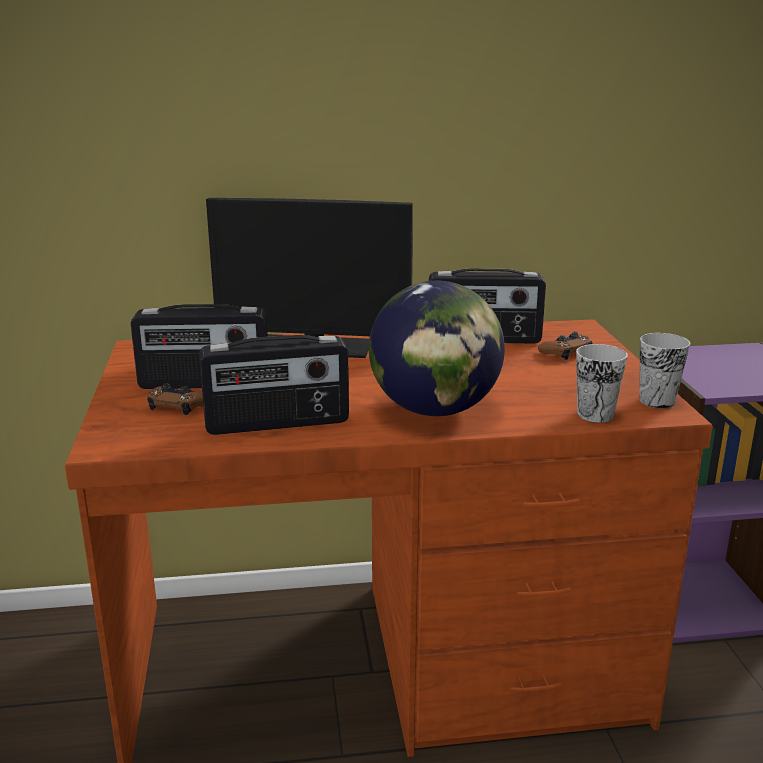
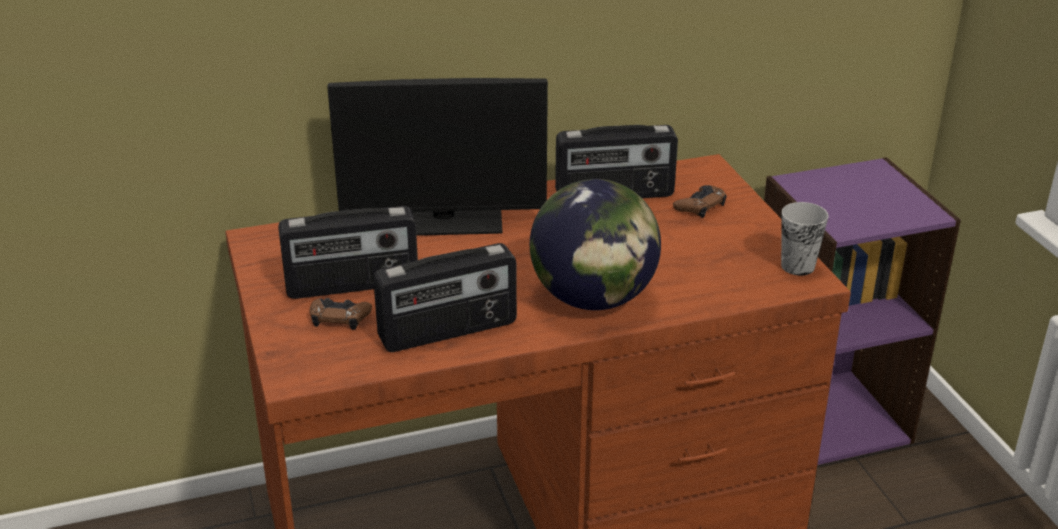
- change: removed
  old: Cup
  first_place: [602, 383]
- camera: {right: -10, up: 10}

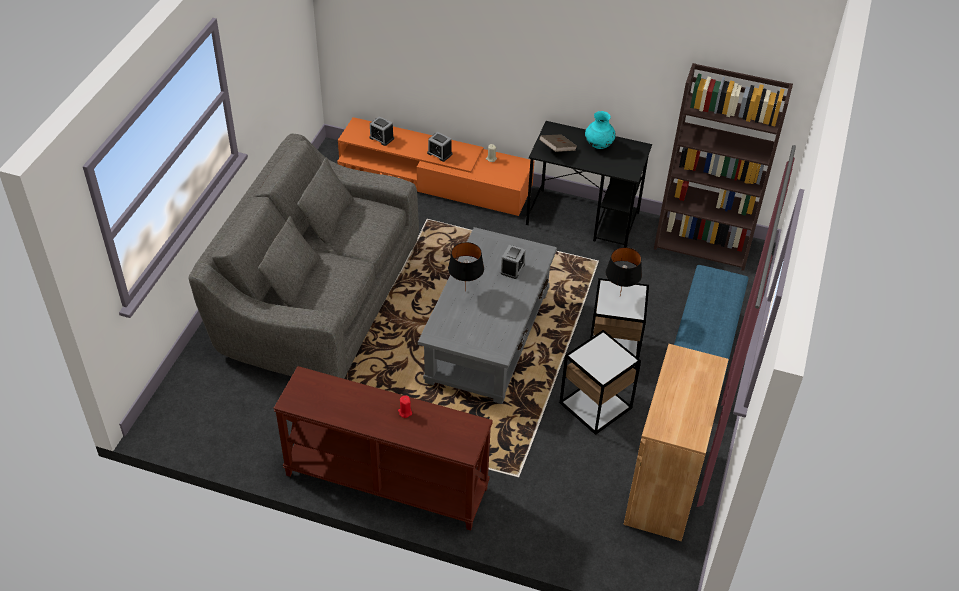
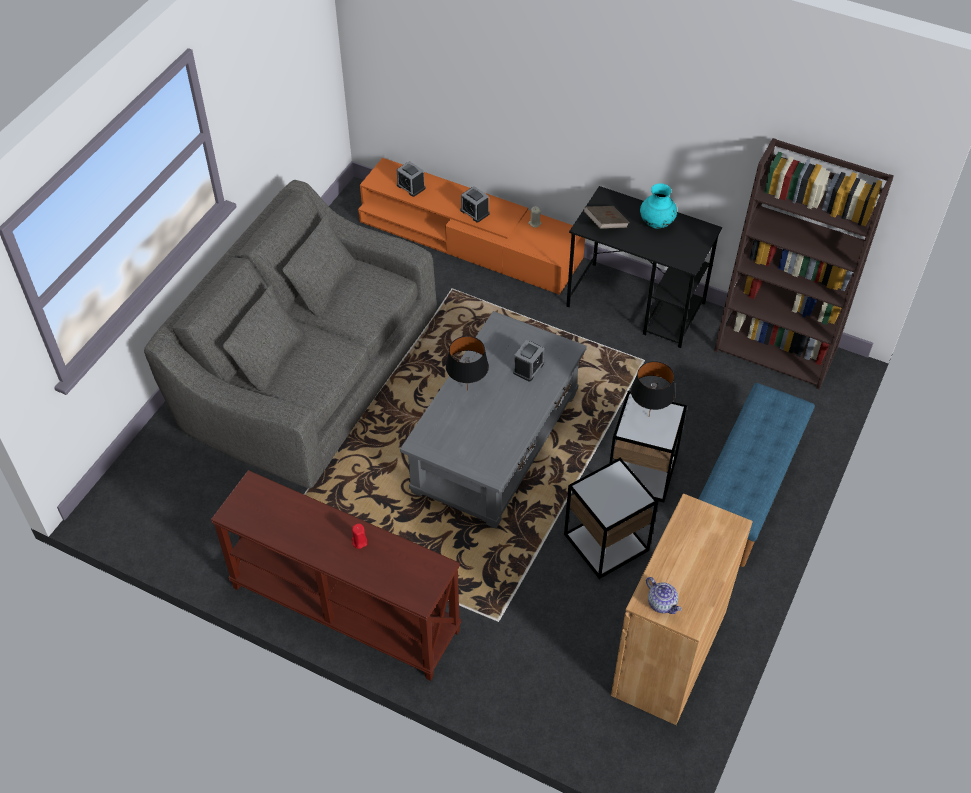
- change: added
  new: Teapot
  second_place: [664, 595]
- camera: {right: 10, up: 5}

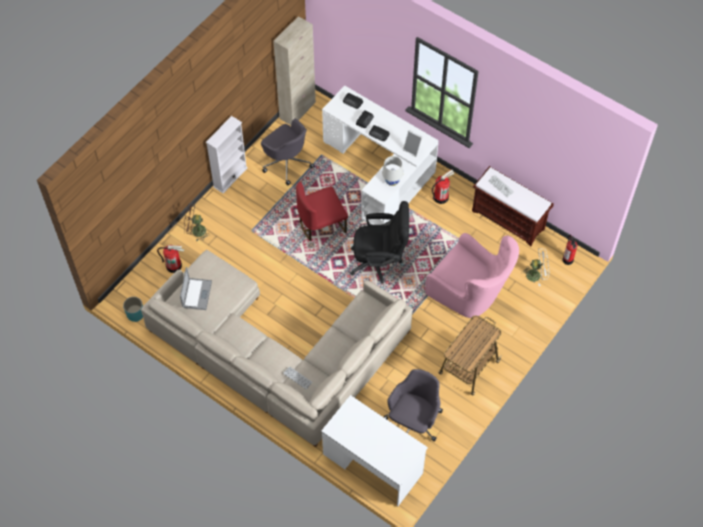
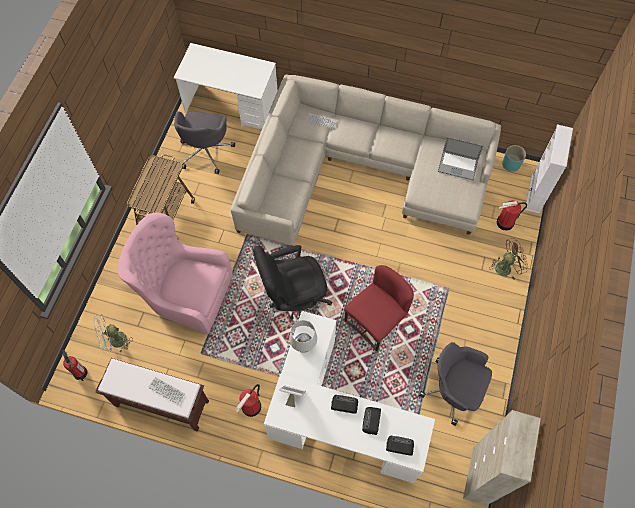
- change: turned
  old: Laptop
  first_place: [196, 288]
  second_place: [460, 158]
  degrees: -60
- change: moved
  old: WhiteBookcase
  first_place: [227, 154]
  second_place: [549, 168]
- camera: {right: 160, up: 5}

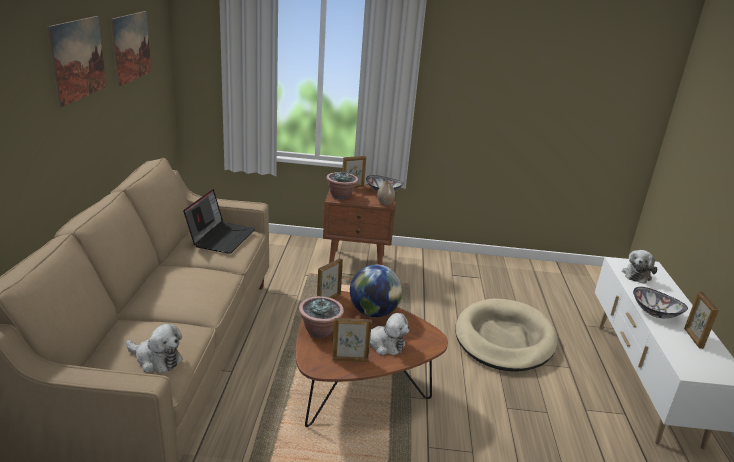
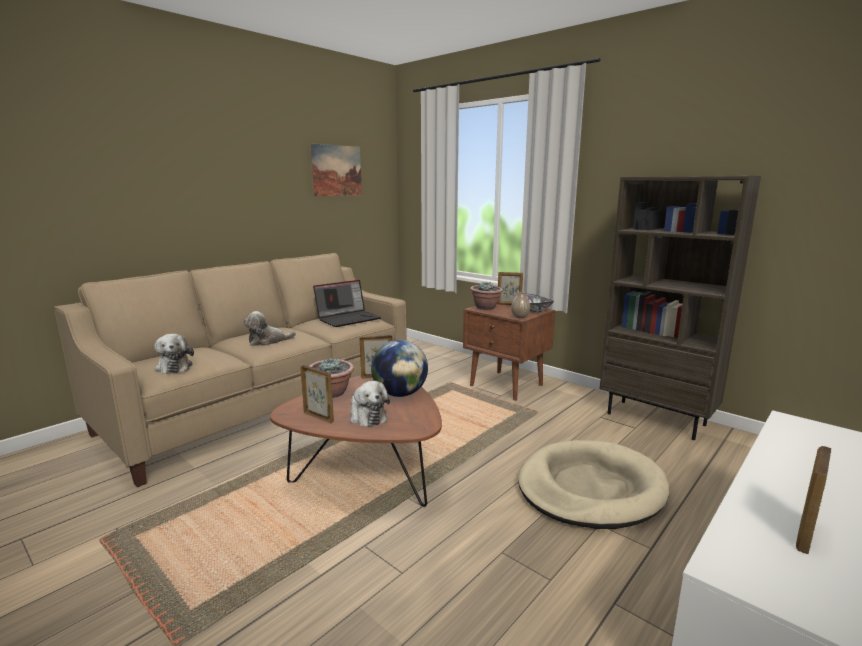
- change: moved
  old: PlushToy
  first_place: [639, 267]
  second_place: [270, 328]
- change: added
  new: BrownBookcase
  second_place: [680, 308]
- change: removed
  old: Picture
  first_place: [76, 61]
- change: removed
  old: Bowl
  first_place: [660, 303]
- camera: {right: 40, up: -10}

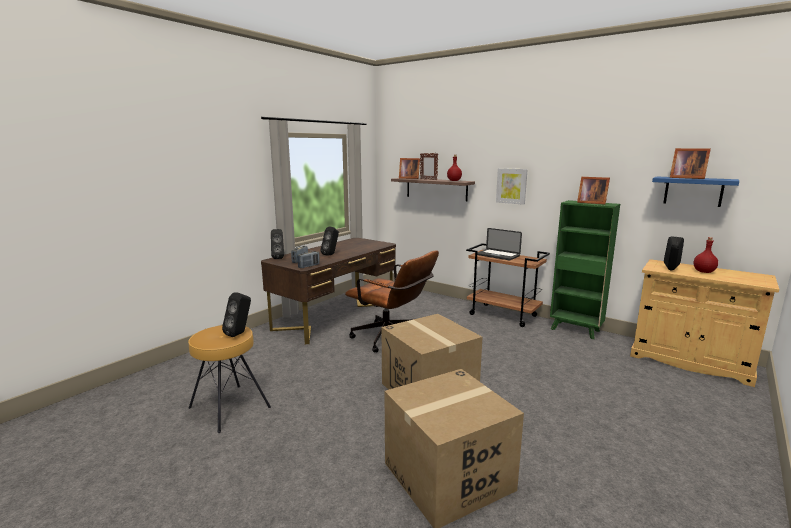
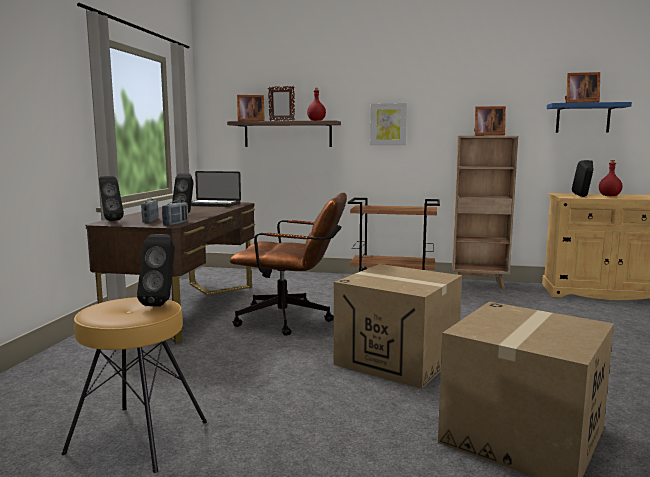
- change: moved
  old: Laptop
  first_place: [499, 244]
  second_place: [216, 189]
- change: recoloured
  old: GreenBookcase
  new: BrownBookcase
  first_place: [585, 269]
  second_place: [485, 212]
- camera: {right: -25, up: -5}

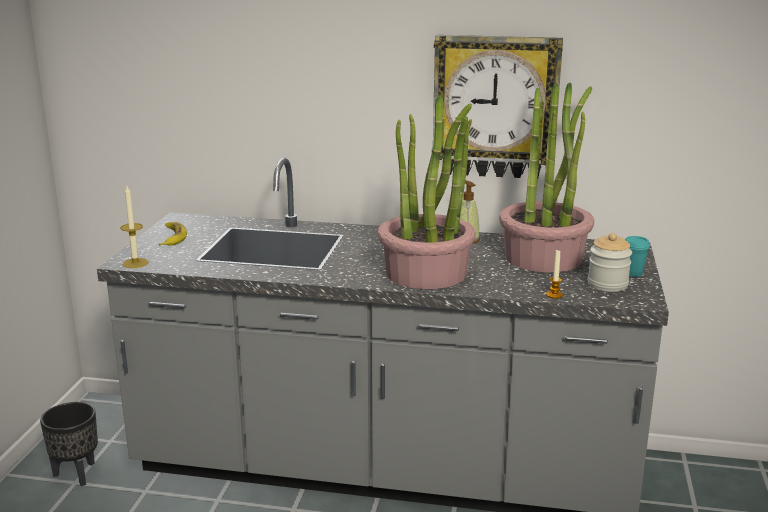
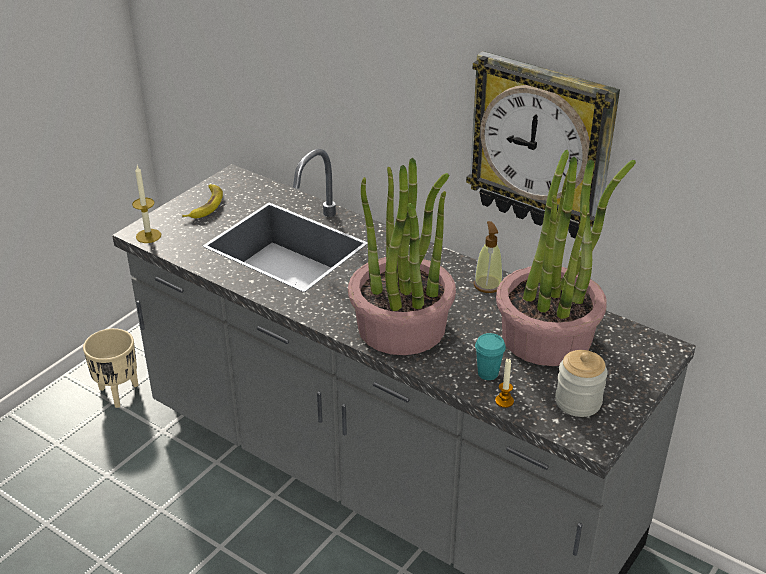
- change: recoloured
  old: BlackPlanter
  new: BeigePlanter
  first_place: [69, 444]
  second_place: [110, 368]
- change: moved
  old: TurquoiseCup
  first_place: [637, 256]
  second_place: [490, 356]
- camera: {right: 25, up: 15}

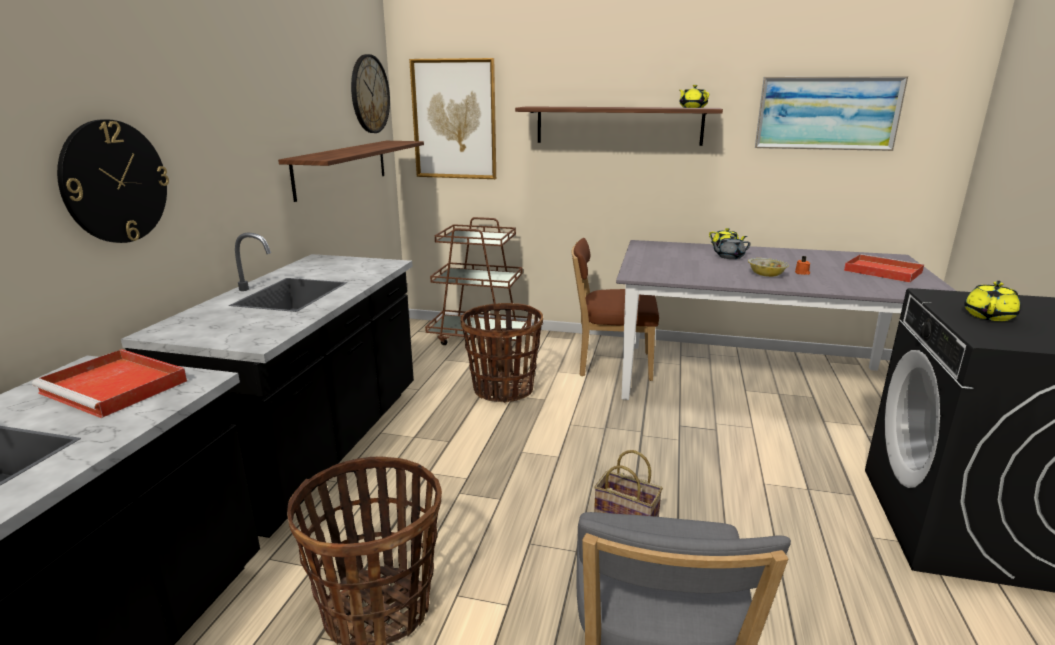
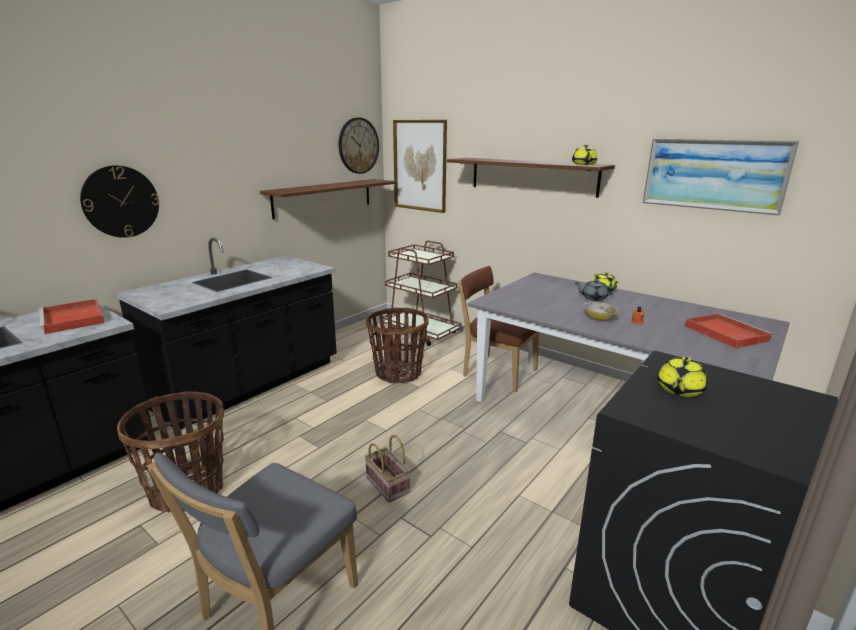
- change: turned
  old: YellowTeapot
  first_place: [992, 301]
  second_place: [682, 377]
  degrees: 150
- camera: {right: 25, up: 0}

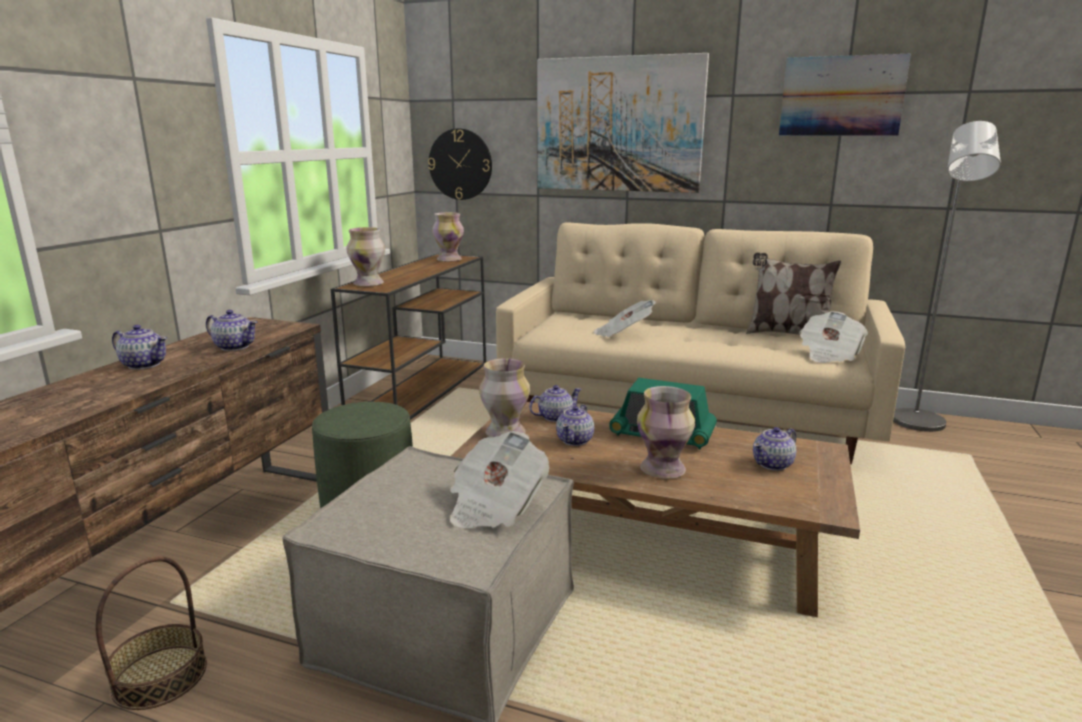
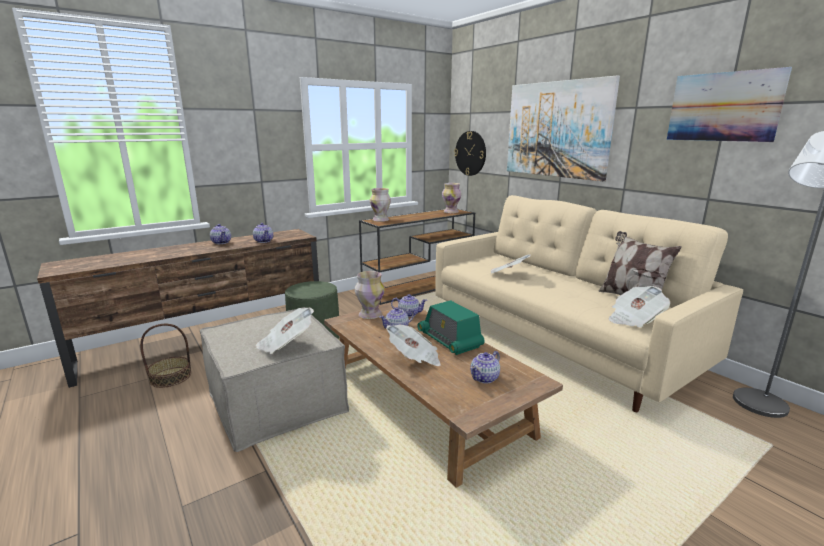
- change: replaced
  old: Vase
  new: Newspaper
  first_place: [666, 432]
  second_place: [413, 345]
- change: turned
  old: Teapot
  first_place: [775, 449]
  second_place: [485, 367]
  degrees: -45
- camera: {right: 35, up: 0}

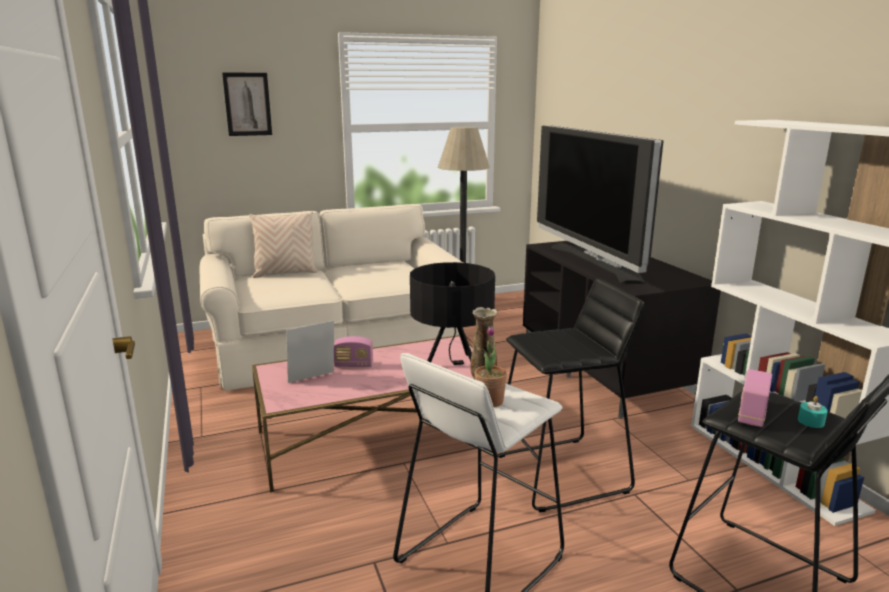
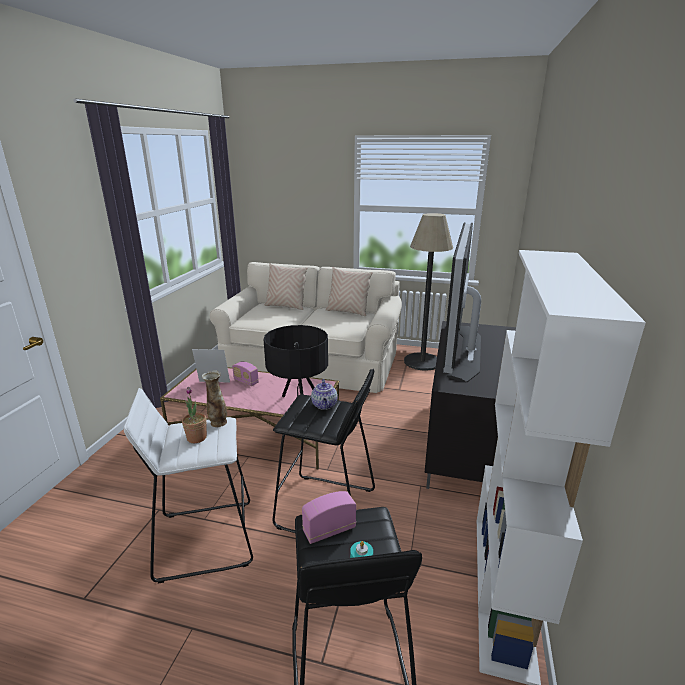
- change: added
  new: Teapot
  second_place: [324, 394]
- change: added
  new: BeigePillow
  second_place: [349, 291]
- change: removed
  old: Picture
  first_place: [247, 104]
- camera: {right: 35, up: 5}

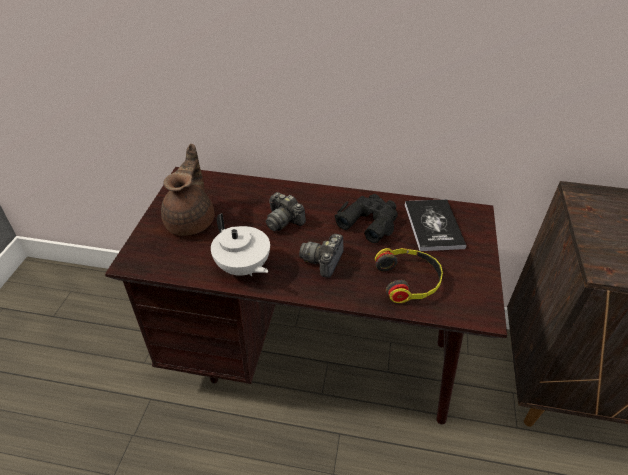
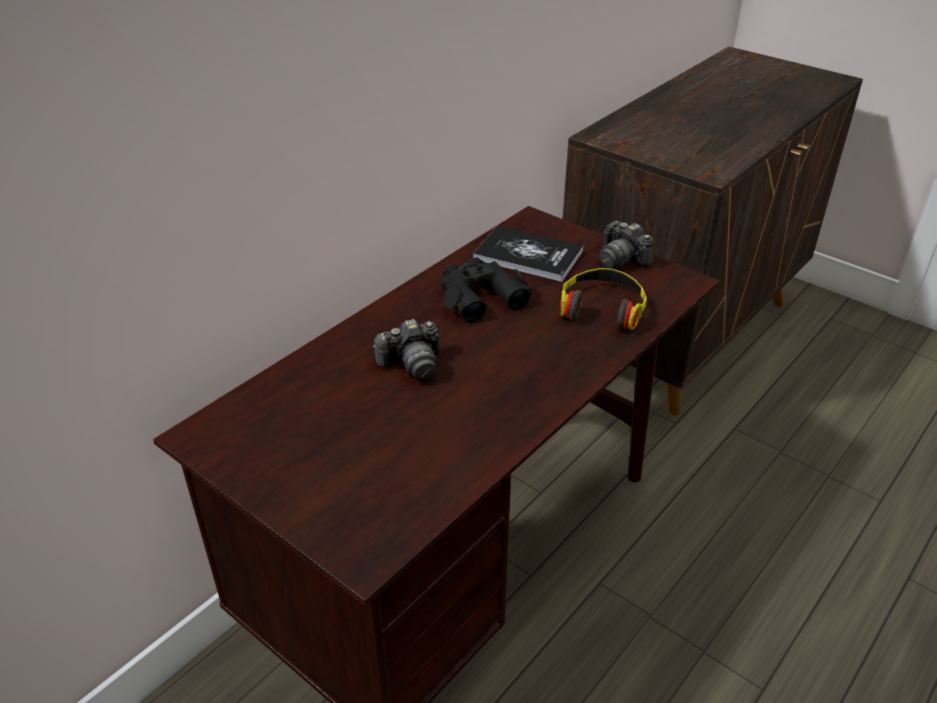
- change: moved
  old: PhotoCamera
  first_place: [321, 256]
  second_place: [627, 245]
- change: removed
  old: BrownTeapot
  first_place: [187, 190]
- change: removed
  old: WhiteTeapot
  first_place: [240, 244]
- camera: {right: -60, up: -5}

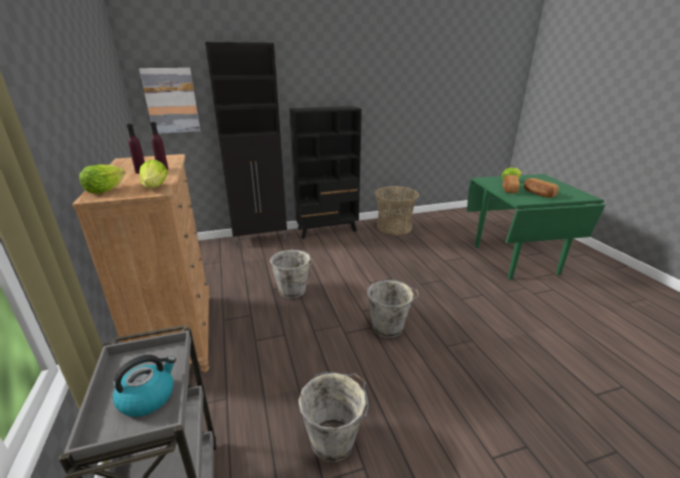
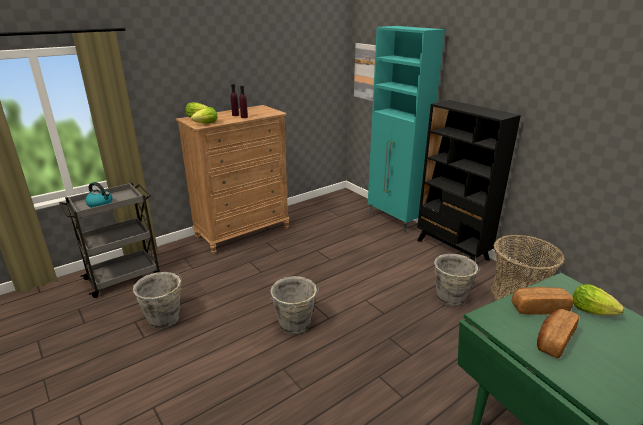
- change: recoloured
  old: BlackCabinet
  new: TurquoiseCabinet
  first_place: [246, 144]
  second_place: [406, 129]
- change: moved
  old: GreyBucket
  first_place: [292, 274]
  second_place: [457, 280]
- camera: {right: 70, up: 0}

